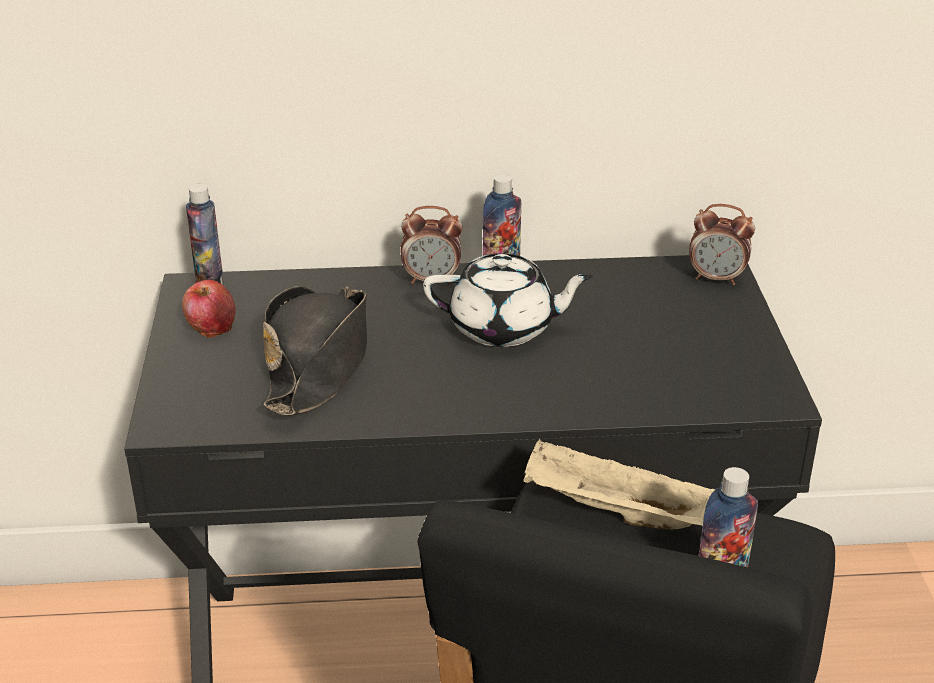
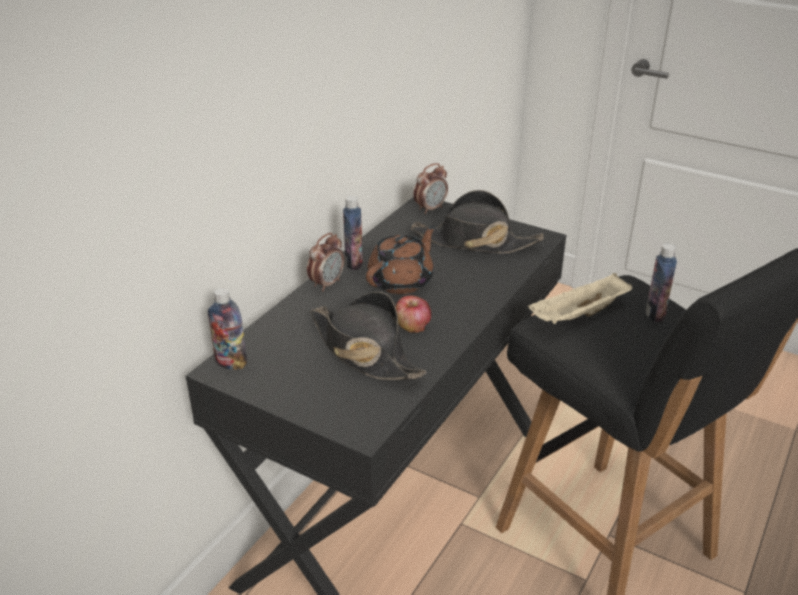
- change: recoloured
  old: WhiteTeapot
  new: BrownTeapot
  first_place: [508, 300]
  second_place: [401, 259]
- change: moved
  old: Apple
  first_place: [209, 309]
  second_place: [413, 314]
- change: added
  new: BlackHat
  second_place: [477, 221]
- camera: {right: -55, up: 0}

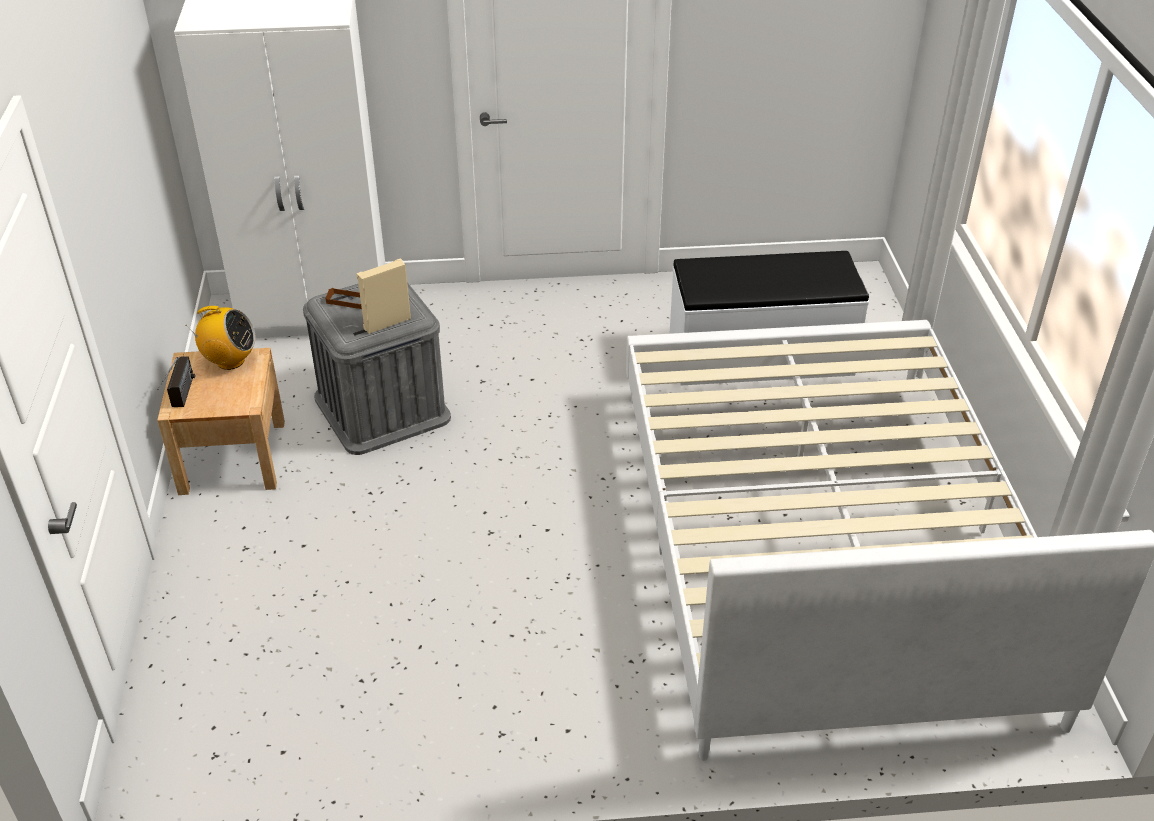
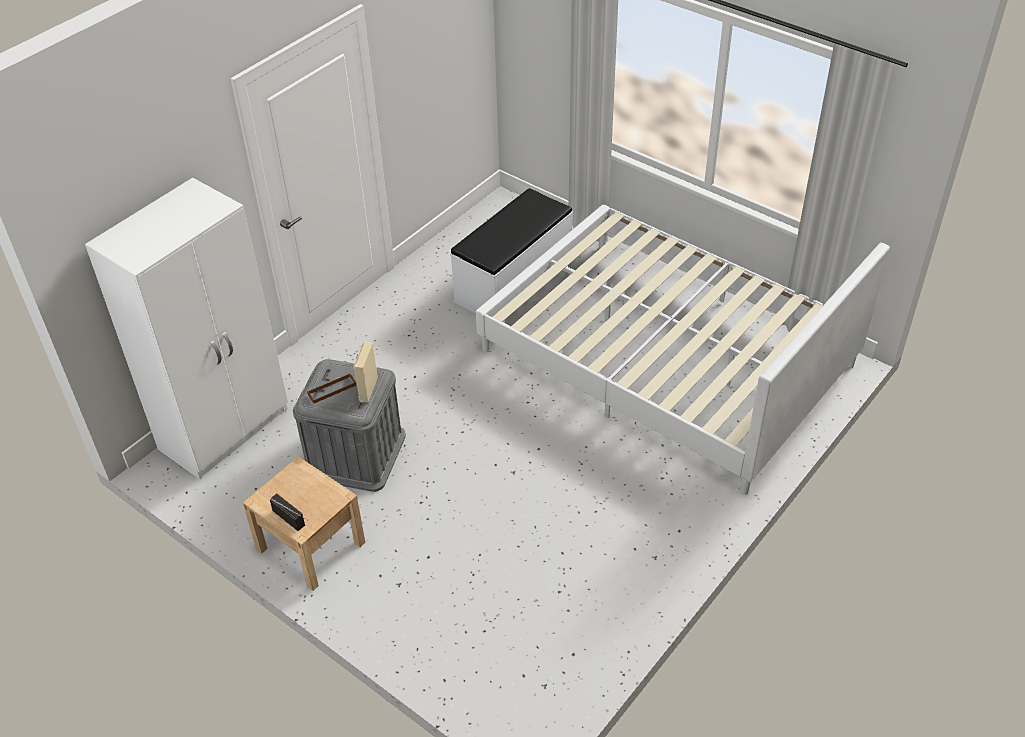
- change: removed
  old: Radio
  first_place: [221, 338]
- camera: {right: -45, up: 5}

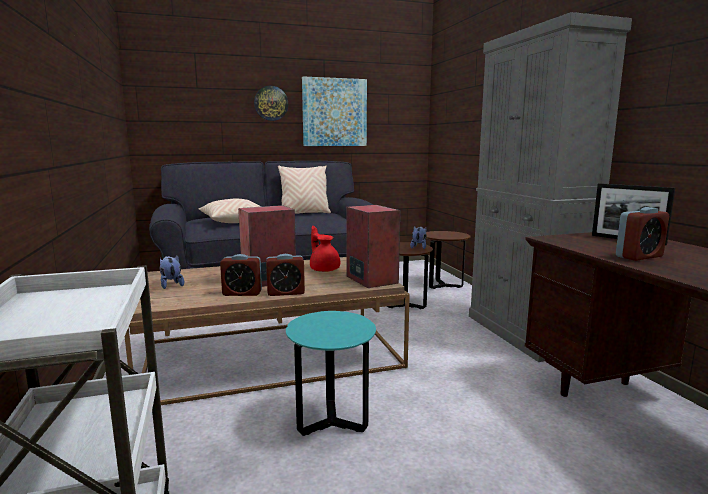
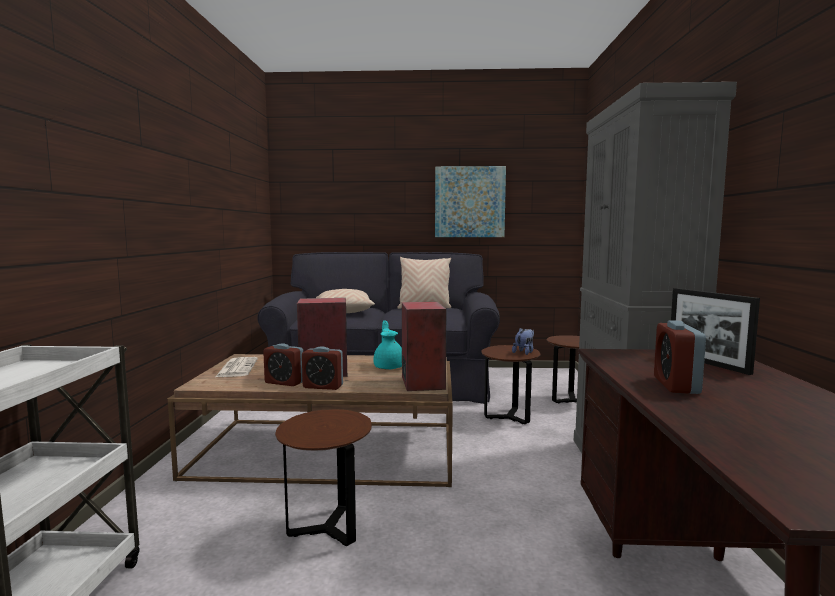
- change: replaced
  old: PlushToy
  new: Newspaper
  first_place: [171, 272]
  second_place: [237, 367]
- change: recoloured
  old: TurquoiseSideTable
  new: BrownSideTable
  first_place: [331, 373]
  second_place: [323, 477]
- change: recoloured
  old: RedTeapot
  new: TurquoiseTeapot
  first_place: [325, 249]
  second_place: [387, 345]
- change: turned
  old: AlarmClock
  first_place: [642, 234]
  second_place: [680, 357]
  degrees: 105
- change: removed
  old: WallClock
  first_place: [271, 103]
- camera: {right: 20, up: -5}

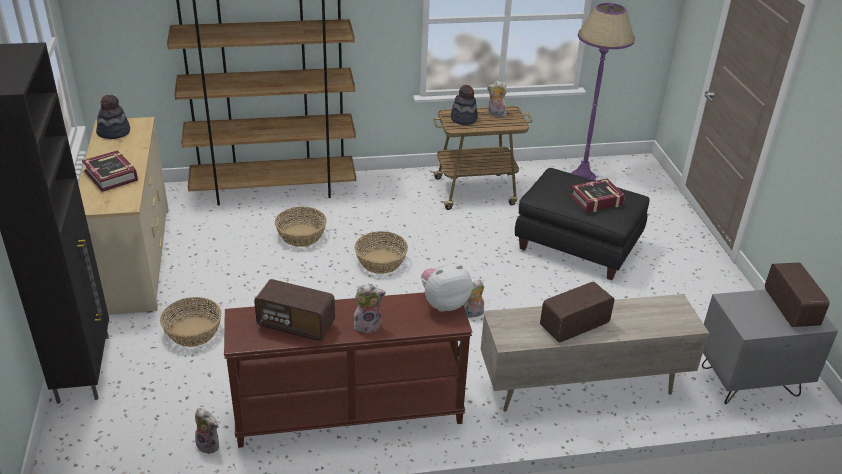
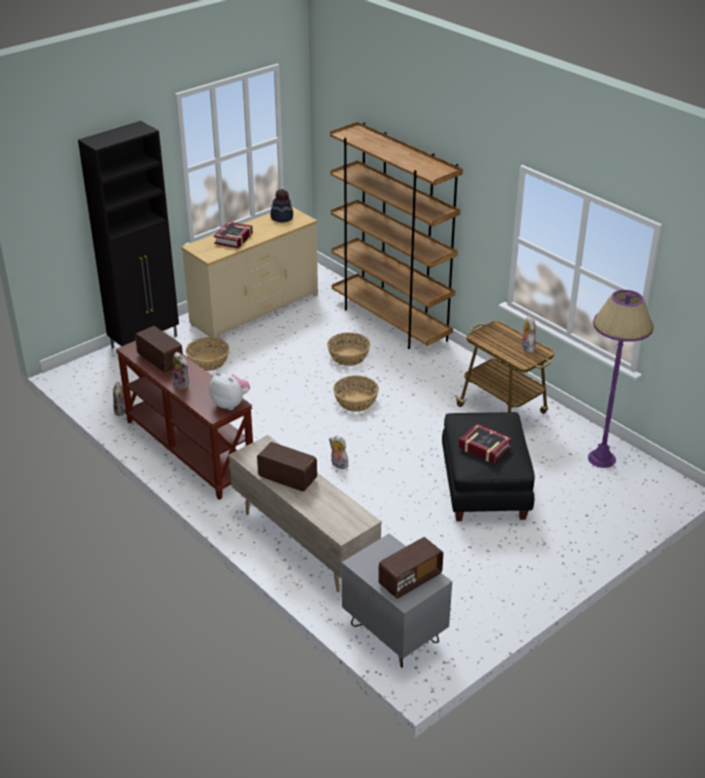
- change: turned
  old: Radio
  first_place: [294, 310]
  second_place: [159, 349]
  degrees: 150
- change: removed
  old: Hat
  first_place: [464, 105]
- camera: {right: 60, up: 0}

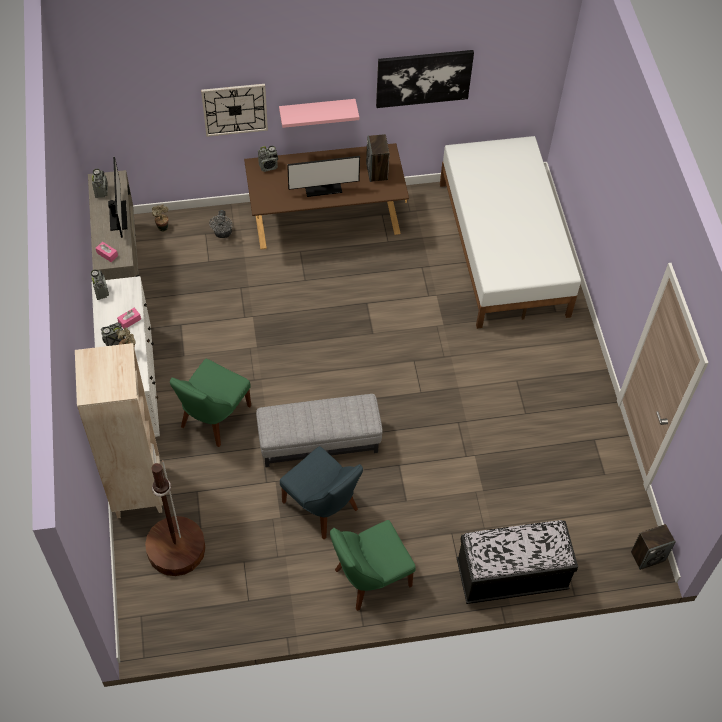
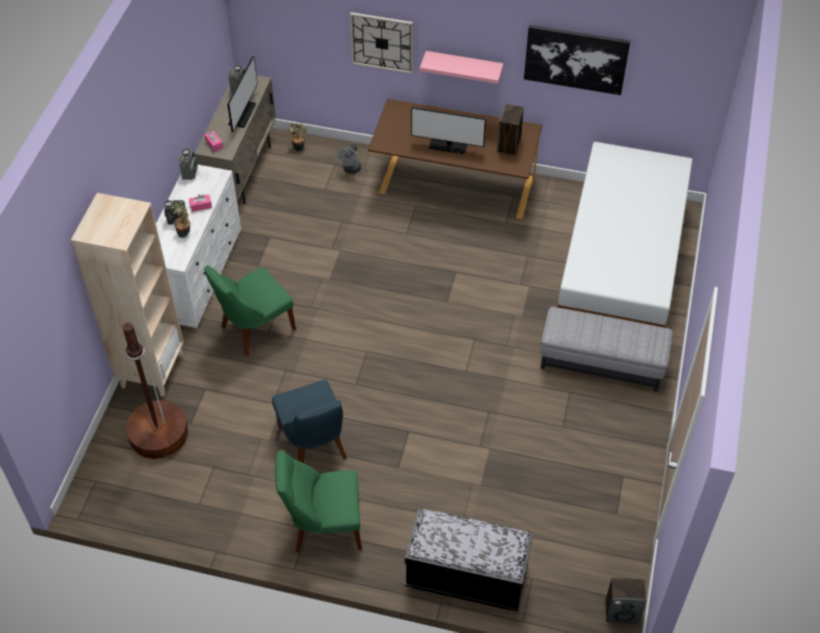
- change: moved
  old: GreyOttoman
  first_place: [319, 430]
  second_place: [606, 349]
- change: removed
  old: Radio
  first_place: [268, 159]
- camera: {right: 25, up: -5}

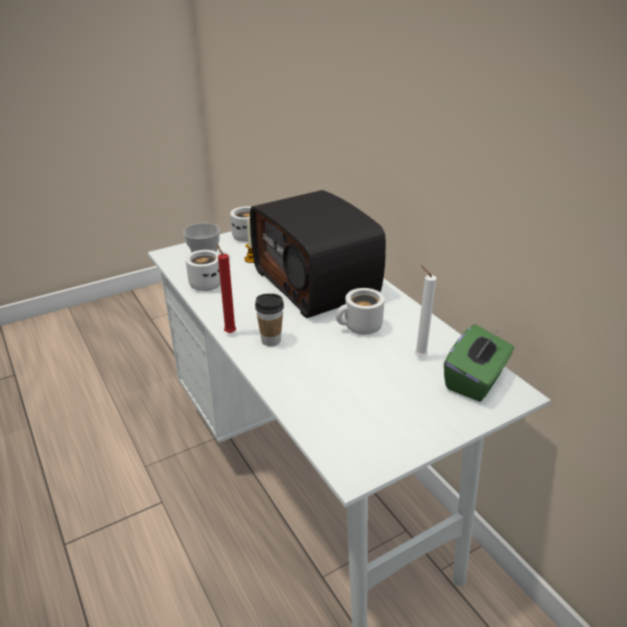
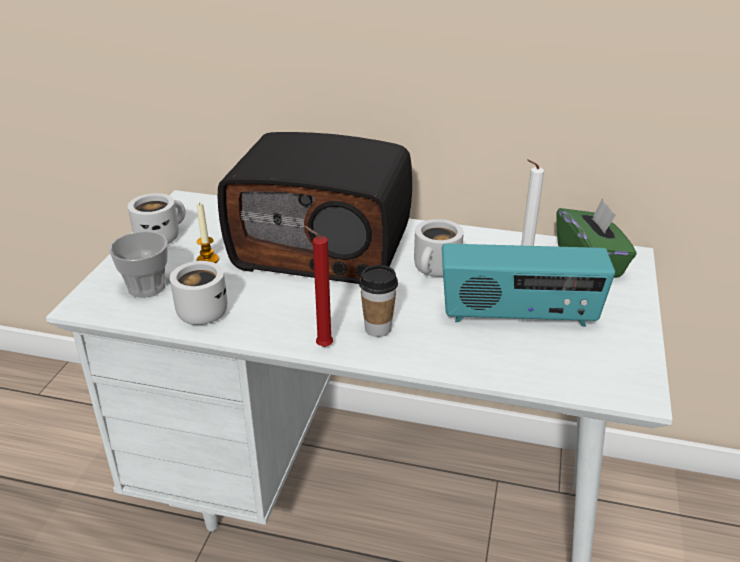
- change: added
  new: Radio
  second_place: [528, 285]
- camera: {right: -45, up: 0}

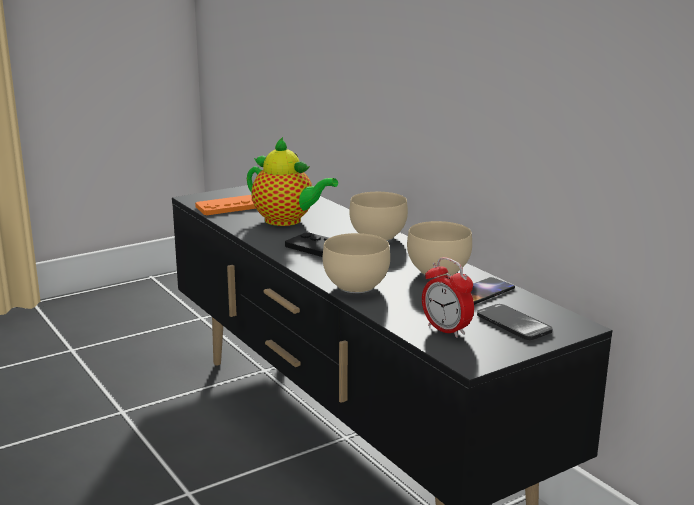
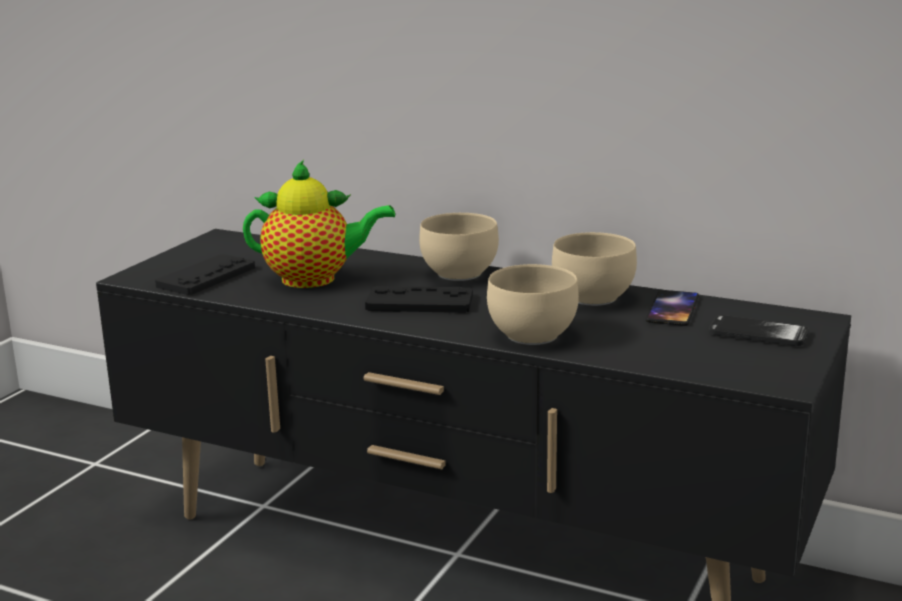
- change: recoloured
  old: OrangeGameController
  new: BlackGameController
  first_place: [225, 205]
  second_place: [205, 274]
- change: removed
  old: AlarmClock
  first_place: [448, 297]
- camera: {right: -30, up: 0}

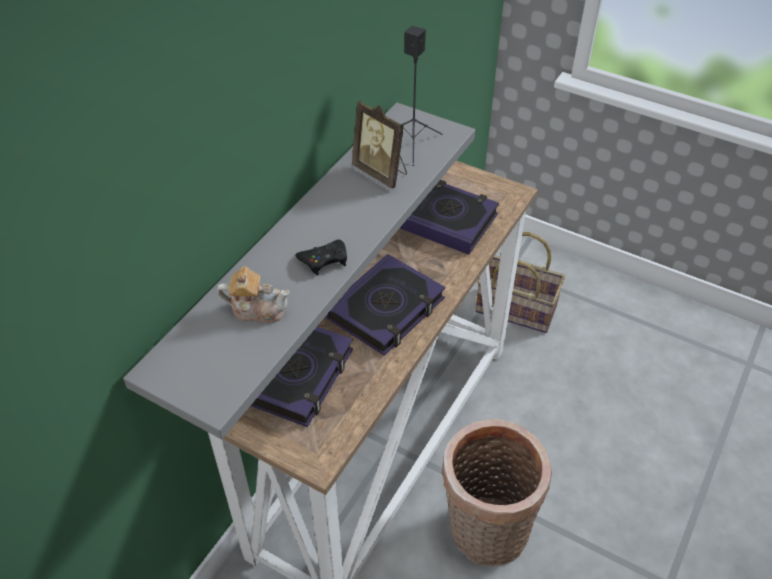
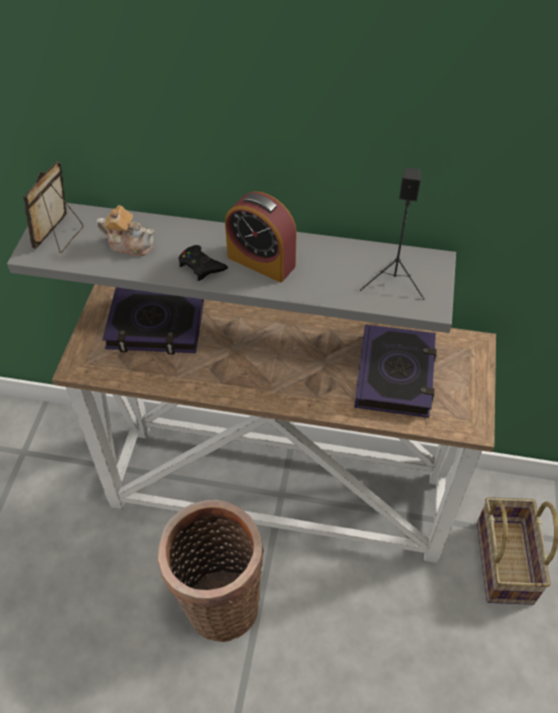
- change: moved
  old: PictureFrame
  first_place: [379, 144]
  second_place: [53, 207]
- change: turned
  old: Teapot
  first_place: [253, 294]
  second_place: [125, 230]
  degrees: -60
- change: added
  new: AlarmClock
  second_place: [261, 237]
- change: removed
  old: Book
  first_place: [385, 305]
- camera: {right: 70, up: 5}

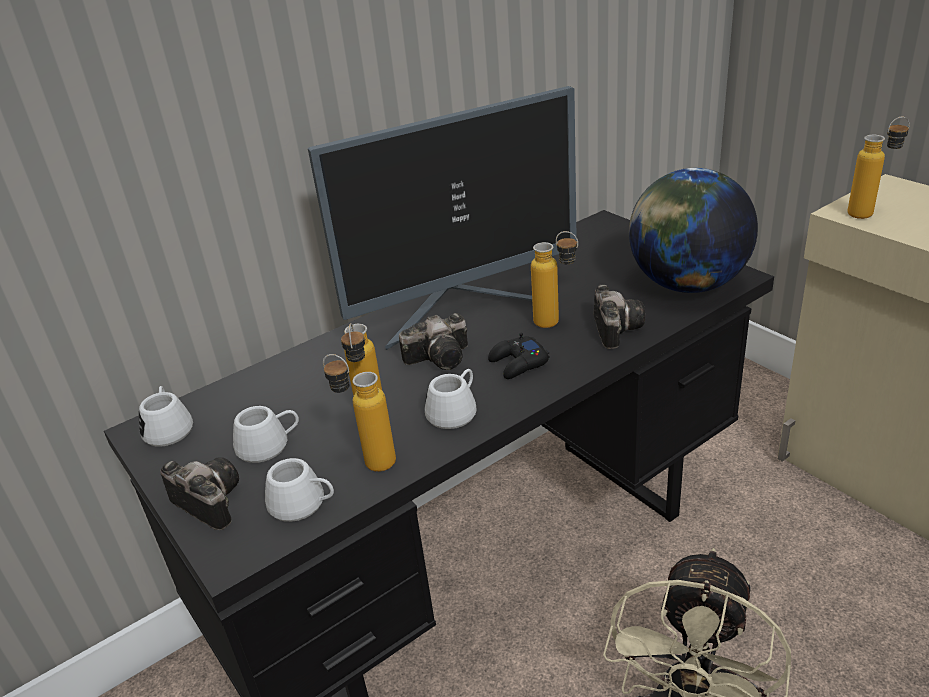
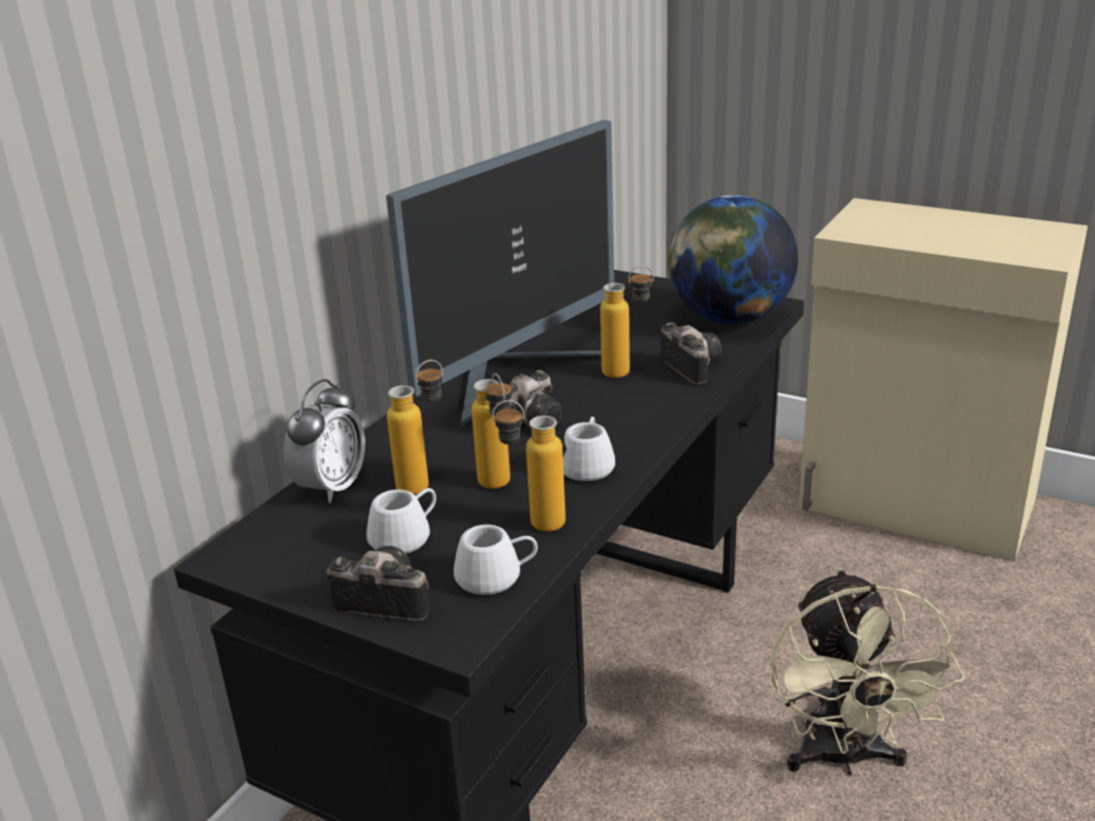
- change: added
  new: AlarmClock
  second_place: [324, 441]
- change: moved
  old: Bottle
  first_place: [878, 168]
  second_place: [415, 427]
- change: removed
  old: WhiteMug
  first_place: [166, 416]
- change: removed
  old: BlackGameController
  first_place: [519, 355]
- camera: {right: -25, up: -5}

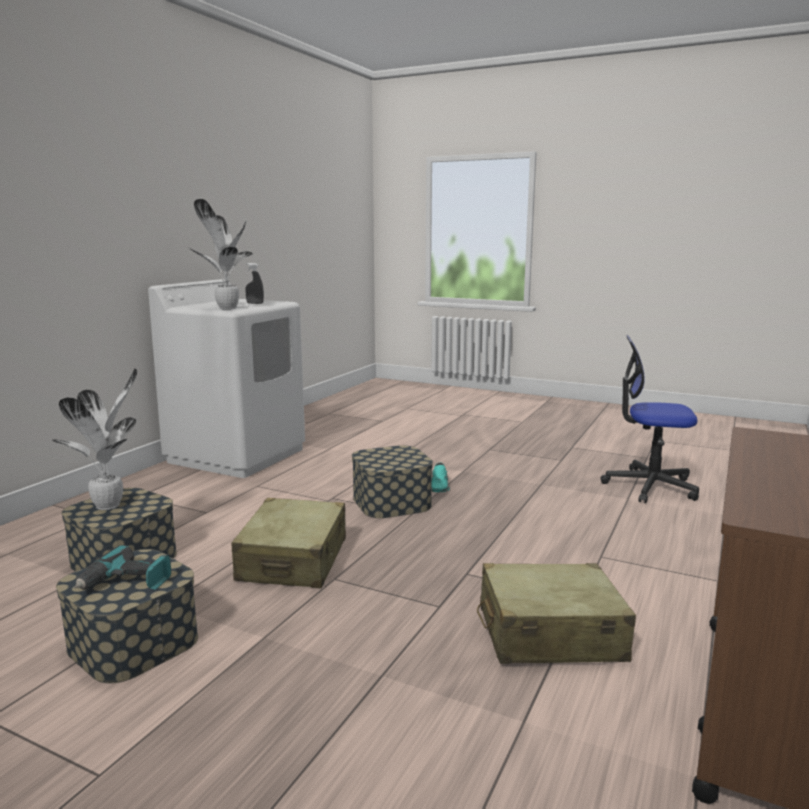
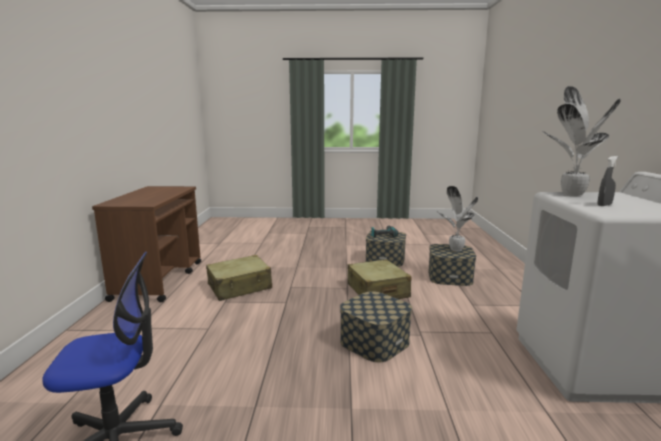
- change: removed
  old: TurquoiseShoe
  first_place: [441, 477]
- camera: {right: 155, up: 0}

